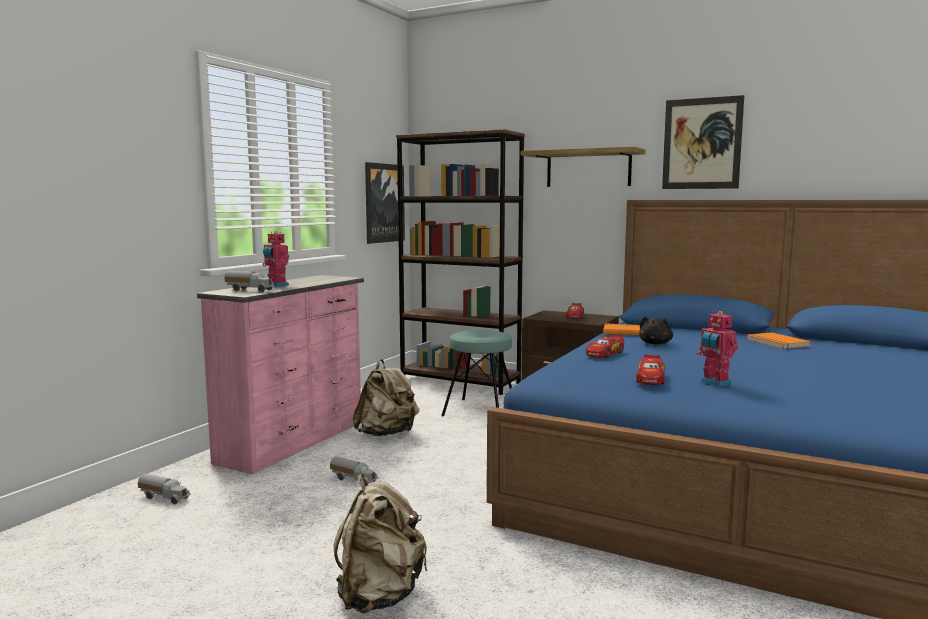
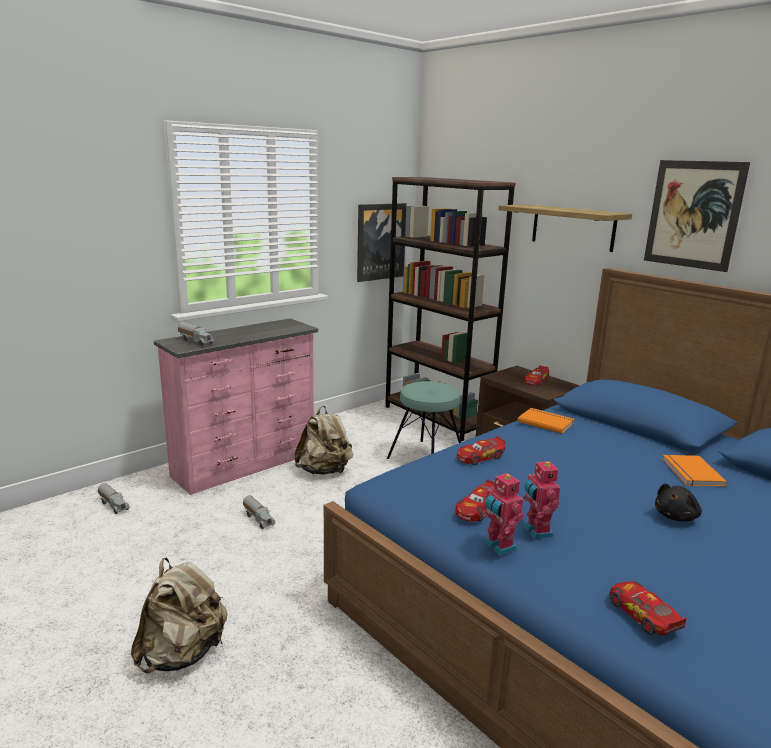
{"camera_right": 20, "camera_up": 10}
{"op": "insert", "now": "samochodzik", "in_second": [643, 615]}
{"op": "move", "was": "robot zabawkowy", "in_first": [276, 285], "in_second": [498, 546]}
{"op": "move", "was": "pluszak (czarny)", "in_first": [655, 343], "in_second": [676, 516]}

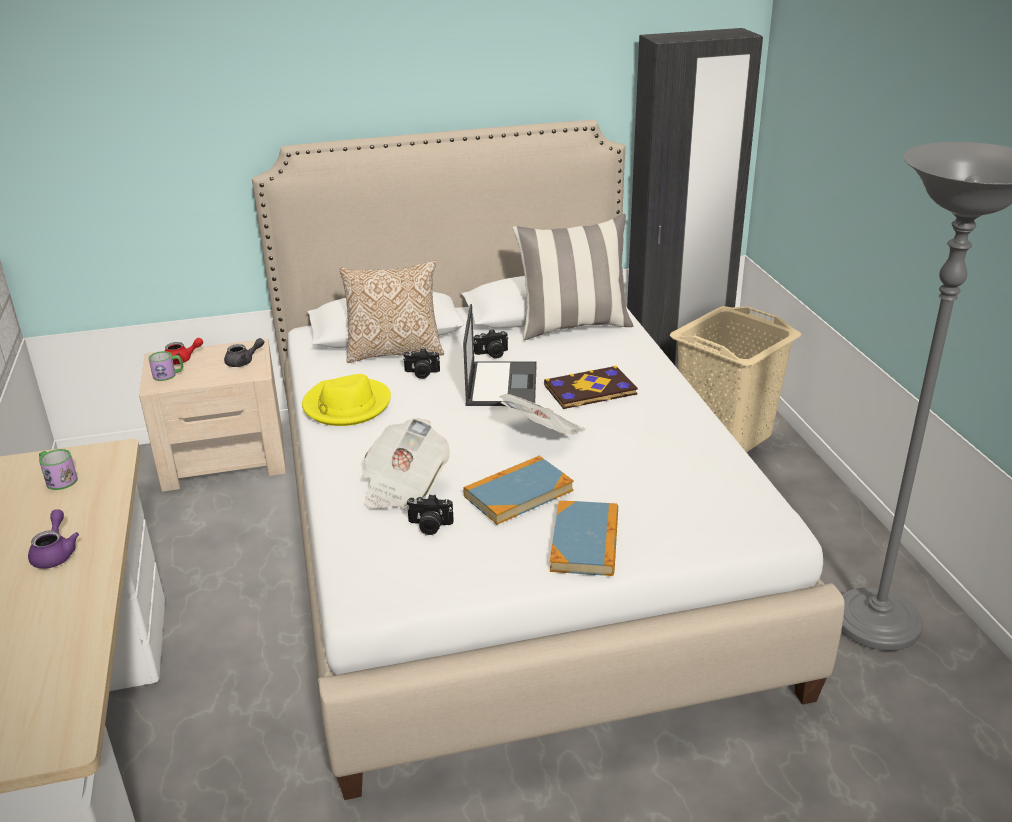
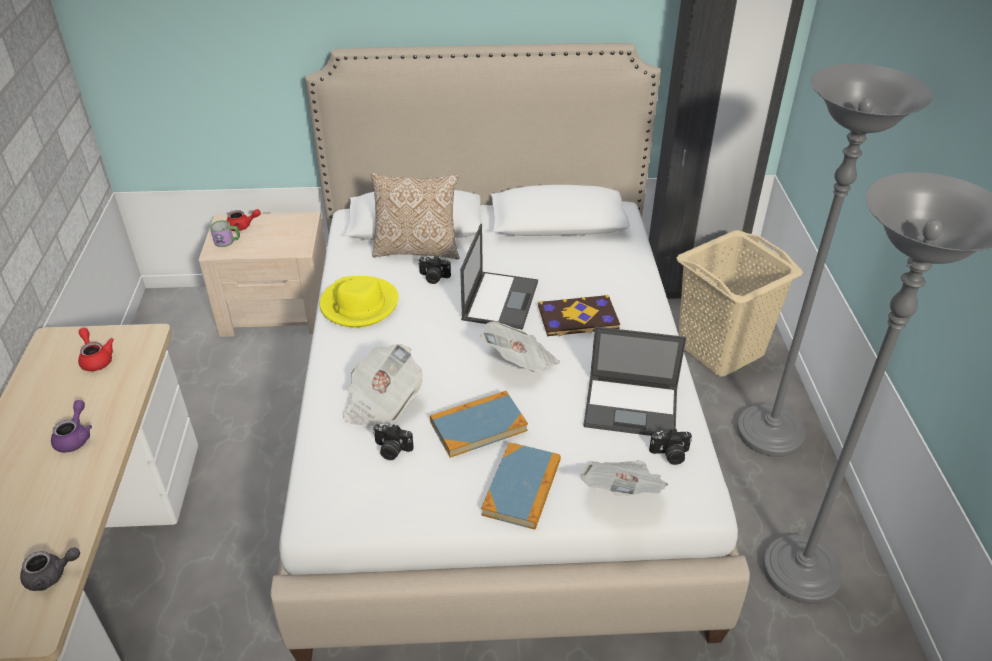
{"camera_right": 10, "camera_up": 10}
{"op": "delete", "was": "poduszka", "in_first": [573, 326]}
{"op": "insert", "now": "gazeta", "in_second": [622, 491]}
{"op": "insert", "now": "laptop", "in_second": [632, 407]}
{"op": "insert", "now": "lampa stojąca (szary)", "in_second": [769, 434]}
{"op": "move", "was": "imbryk (szary)", "in_first": [243, 362], "in_second": [51, 575]}
{"op": "move", "was": "aparat fotograficzny", "in_first": [492, 354], "in_second": [670, 455]}
{"op": "replace", "was": "kubek", "now": "imbryk (czerwony)", "in_first": [58, 479], "in_second": [96, 359]}

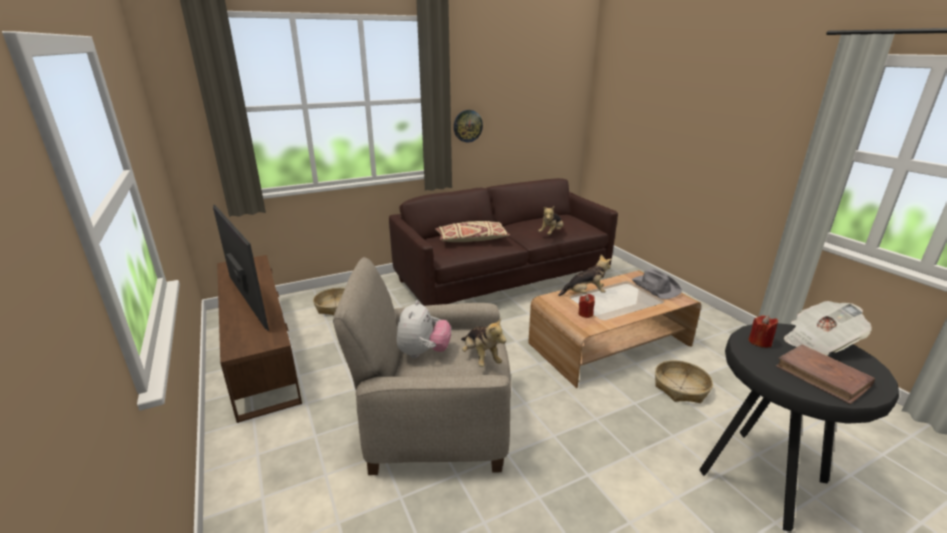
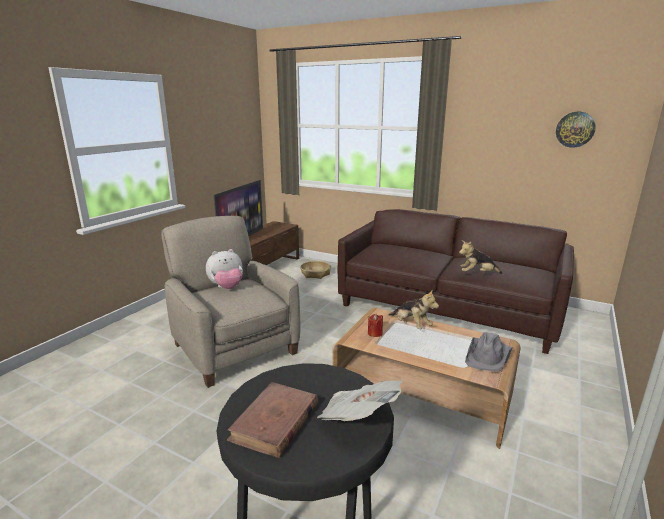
{"camera_right": 55, "camera_up": -5}
{"op": "delete", "was": "poduszka (beżowy)", "in_first": [471, 239]}
{"op": "delete", "was": "pluszak", "in_first": [480, 357]}
{"op": "delete", "was": "koszyk", "in_first": [681, 388]}
{"op": "delete", "was": "świeca (czerwony)", "in_first": [759, 342]}
{"op": "move", "was": "zegar ścienny", "in_first": [467, 126], "in_second": [575, 129]}

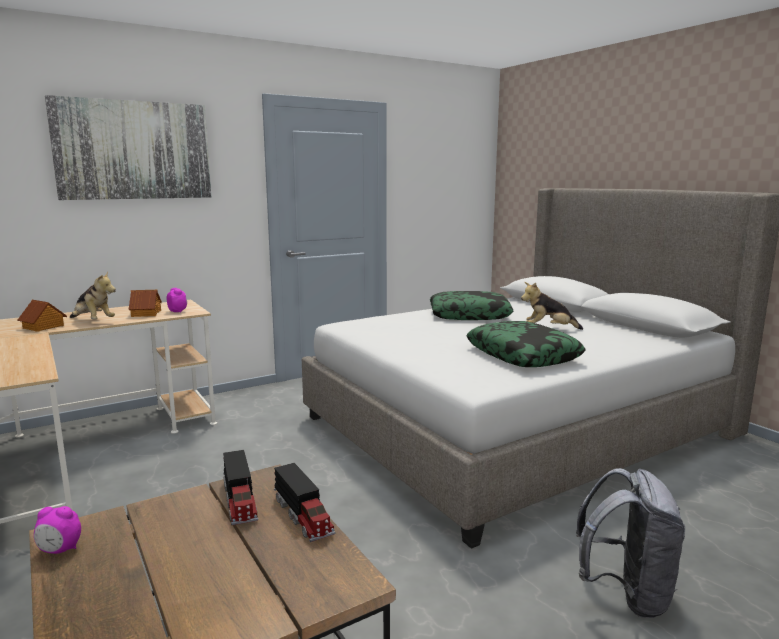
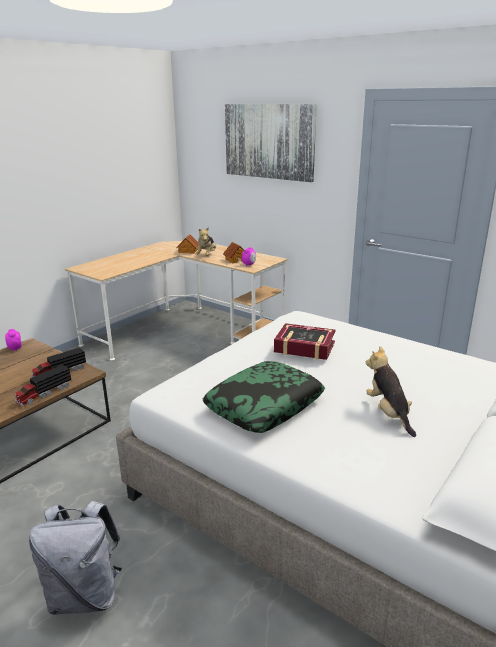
{"camera_right": 70, "camera_up": 10}
{"op": "delete", "was": "poduszka", "in_first": [469, 315]}
{"op": "insert", "now": "książka", "in_second": [304, 347]}

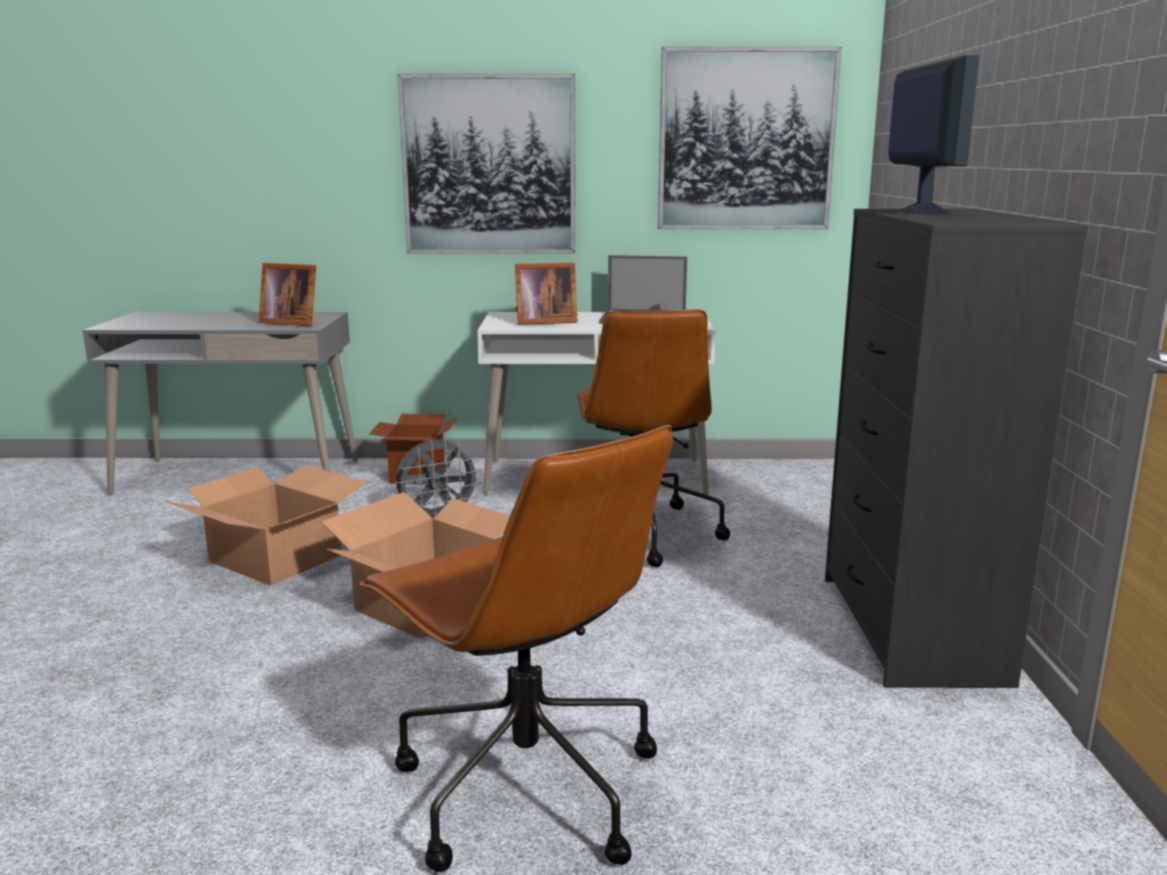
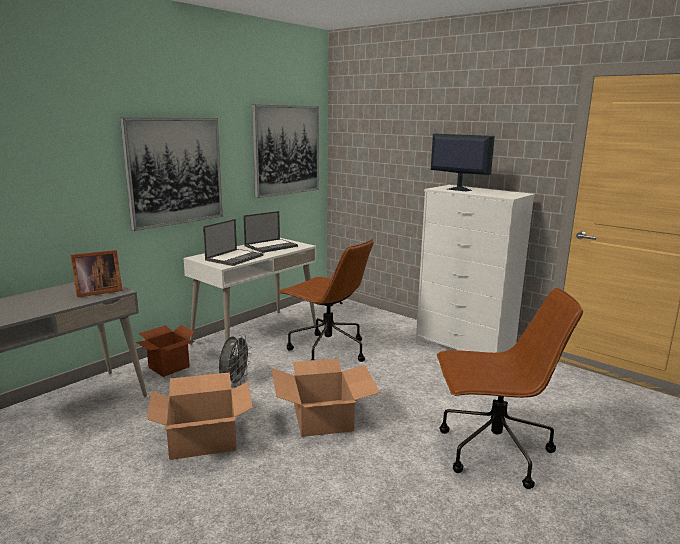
{"camera_right": -50, "camera_up": 0}
{"op": "replace", "was": "ramka na zdjęcie", "now": "laptop", "in_first": [543, 322], "in_second": [234, 257]}
{"op": "recolor", "was": "komoda (czarny)", "now": "komoda (biały)", "in_first": [911, 629], "in_second": [465, 347]}

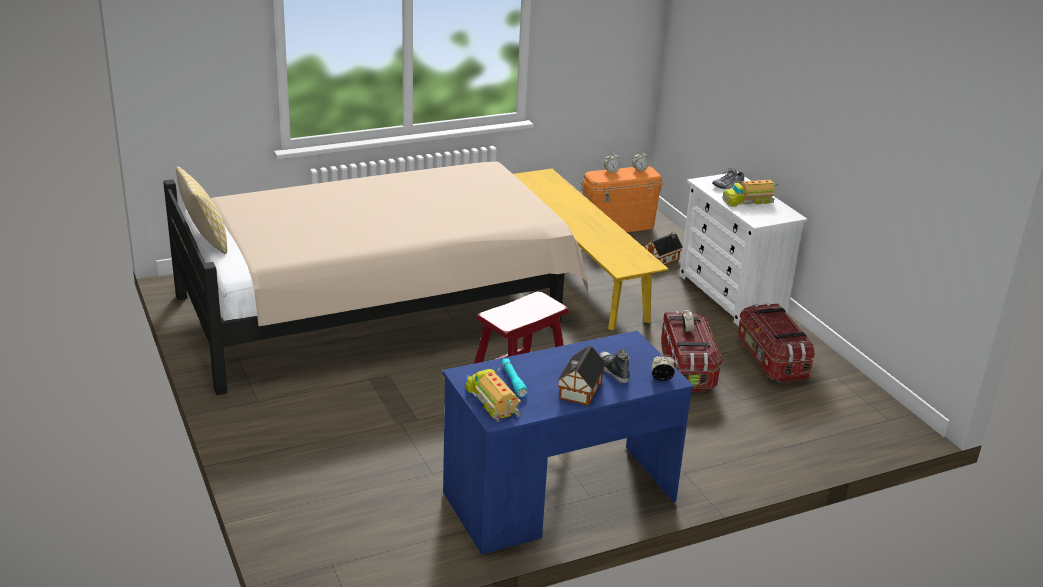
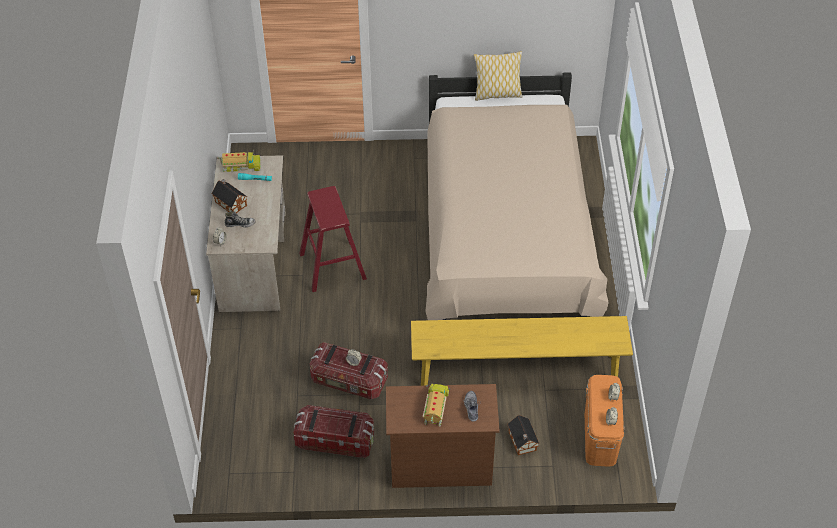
{"camera_right": 115, "camera_up": 20}
{"op": "recolor", "was": "biurko (niebieski)", "now": "biurko (beżowy)", "in_first": [559, 497], "in_second": [253, 262]}
{"op": "recolor", "was": "komoda (biały)", "now": "komoda (brązowy)", "in_first": [731, 295], "in_second": [440, 464]}

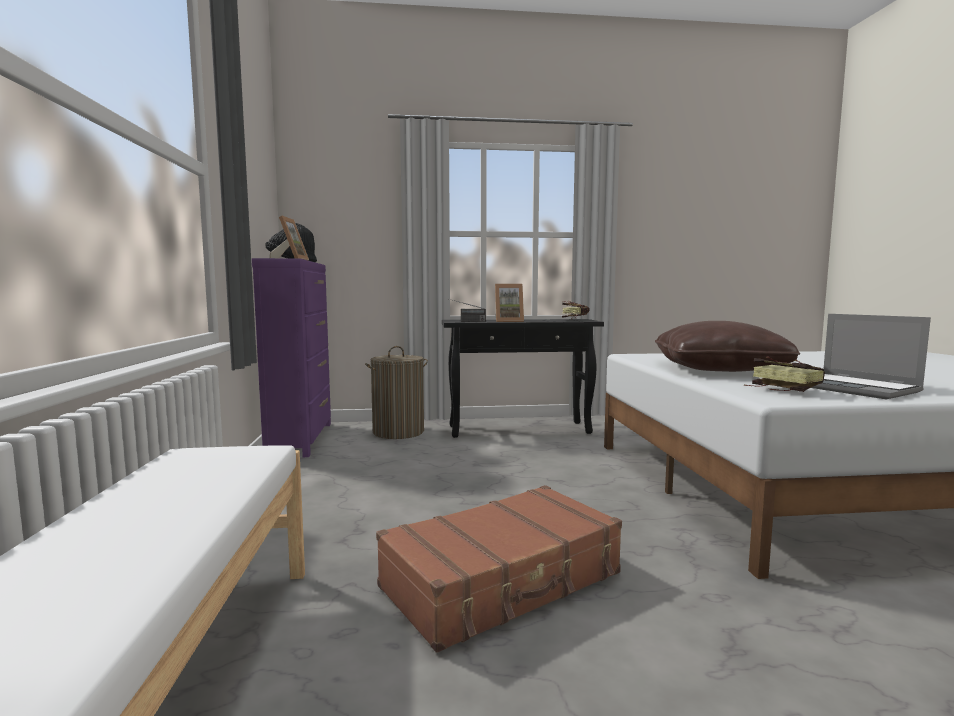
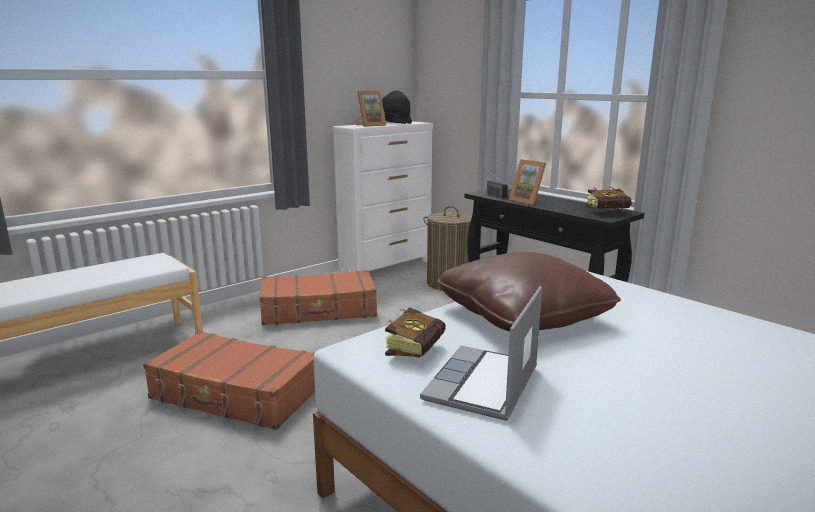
{"camera_right": 55, "camera_up": 10}
{"op": "insert", "now": "walizka (brązowy)", "in_second": [319, 310]}
{"op": "recolor", "was": "komoda (fioletowy)", "now": "komoda (biały)", "in_first": [301, 439], "in_second": [386, 266]}

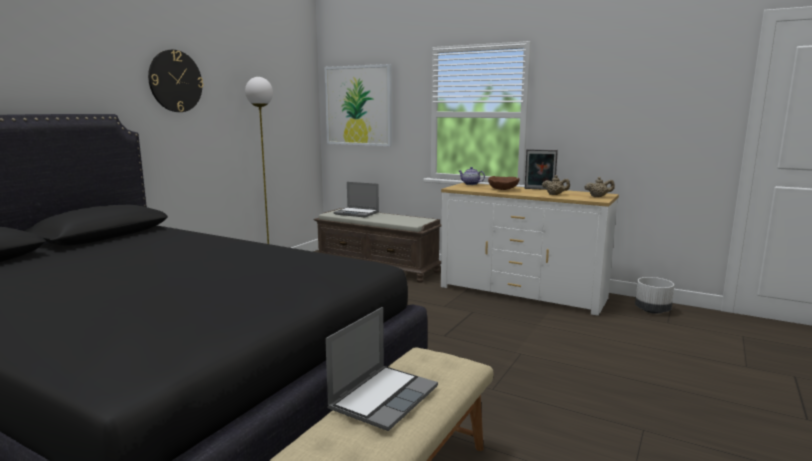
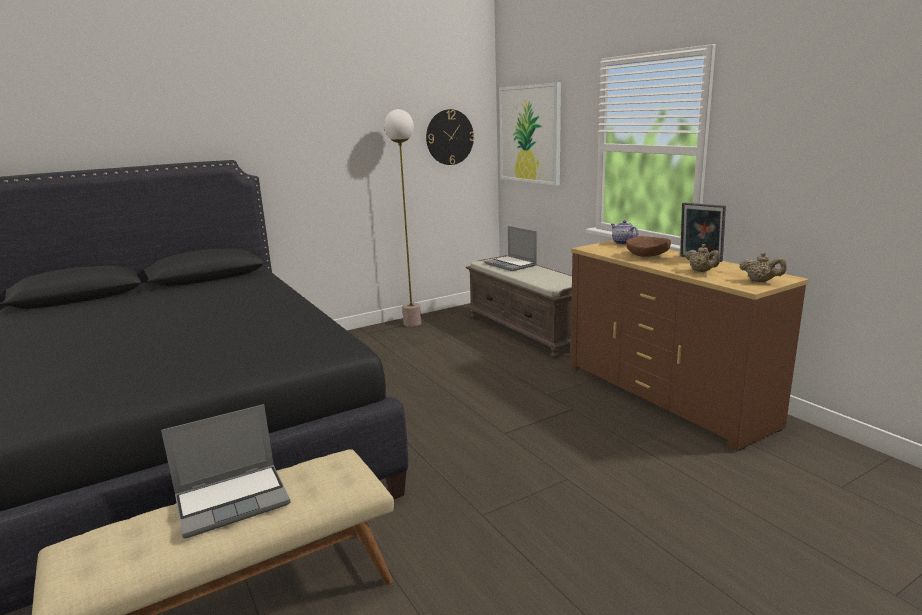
{"camera_right": 30, "camera_up": 5}
{"op": "delete", "was": "donica (biały)", "in_first": [652, 311]}
{"op": "move", "was": "zegar ścienny", "in_first": [175, 81], "in_second": [449, 137]}
{"op": "recolor", "was": "komoda (biały)", "now": "komoda (brązowy)", "in_first": [522, 293], "in_second": [666, 395]}

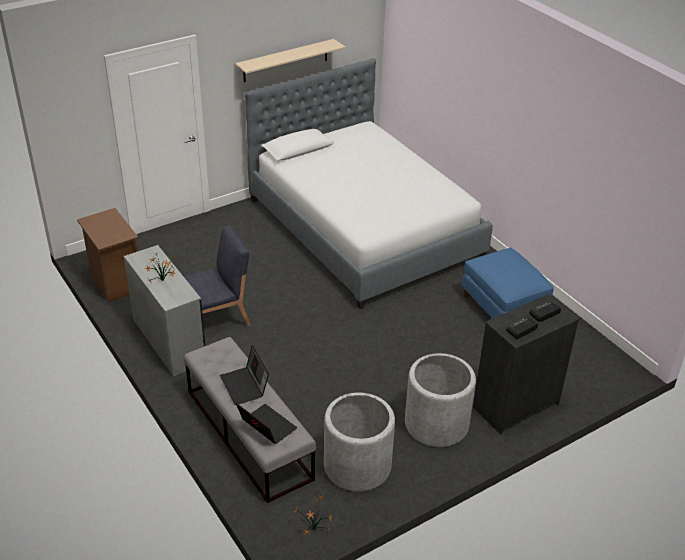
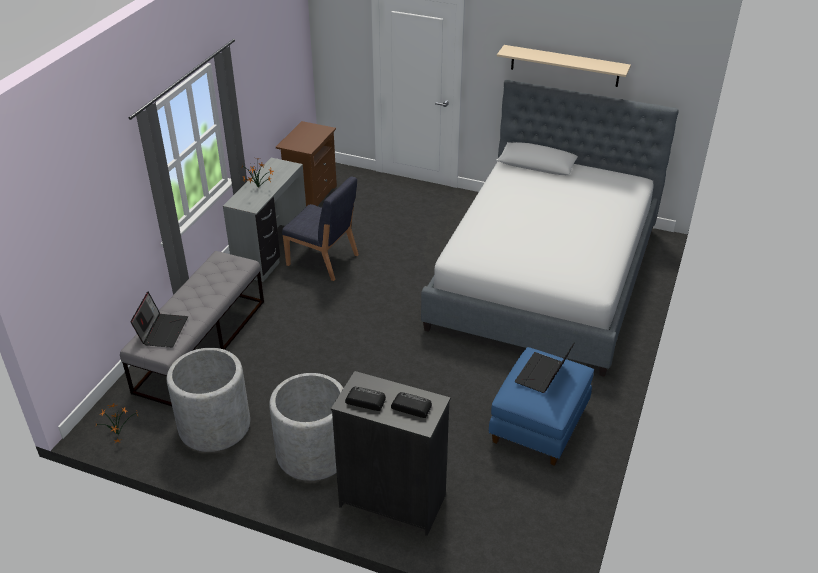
{"camera_right": 55, "camera_up": 0}
{"op": "move", "was": "laptop", "in_first": [245, 386], "in_second": [543, 375]}

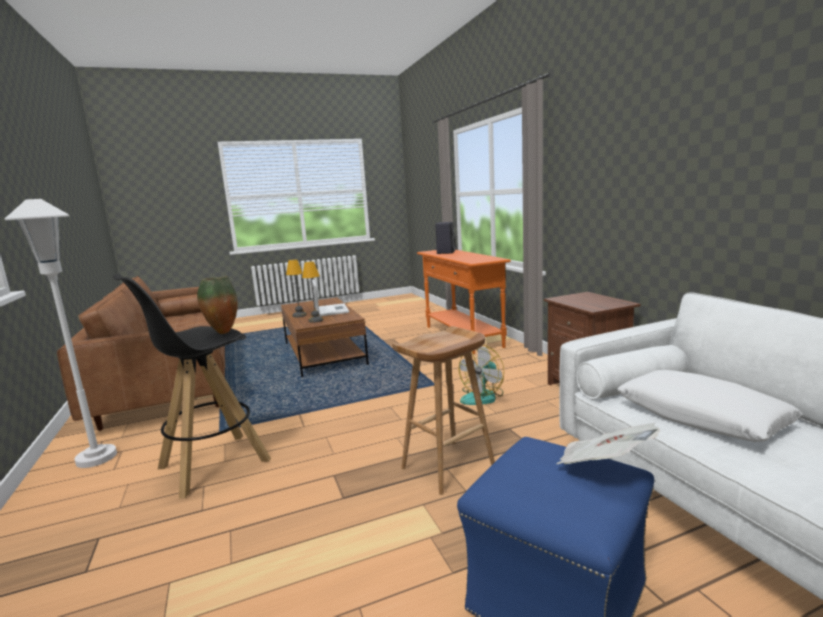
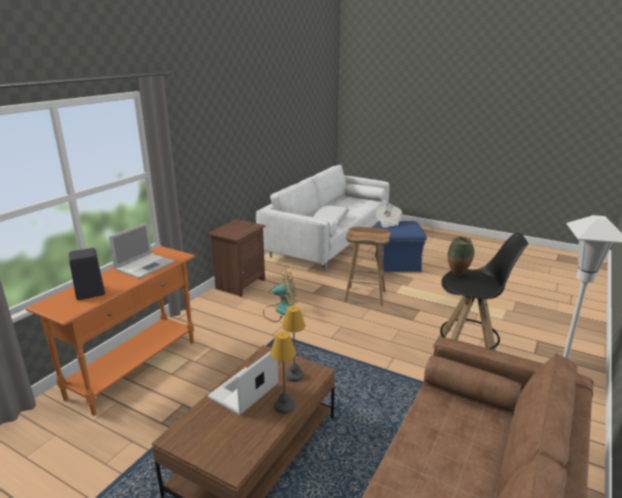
{"camera_right": -130, "camera_up": 10}
{"op": "insert", "now": "laptop", "in_second": [145, 265]}

